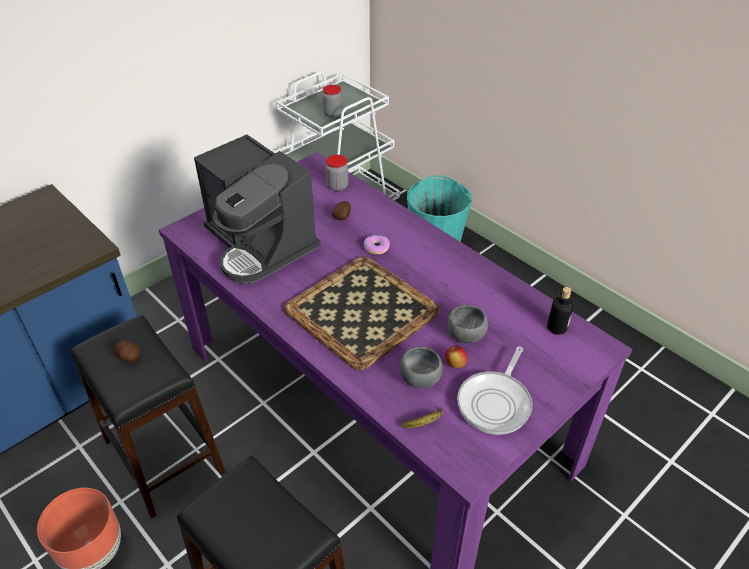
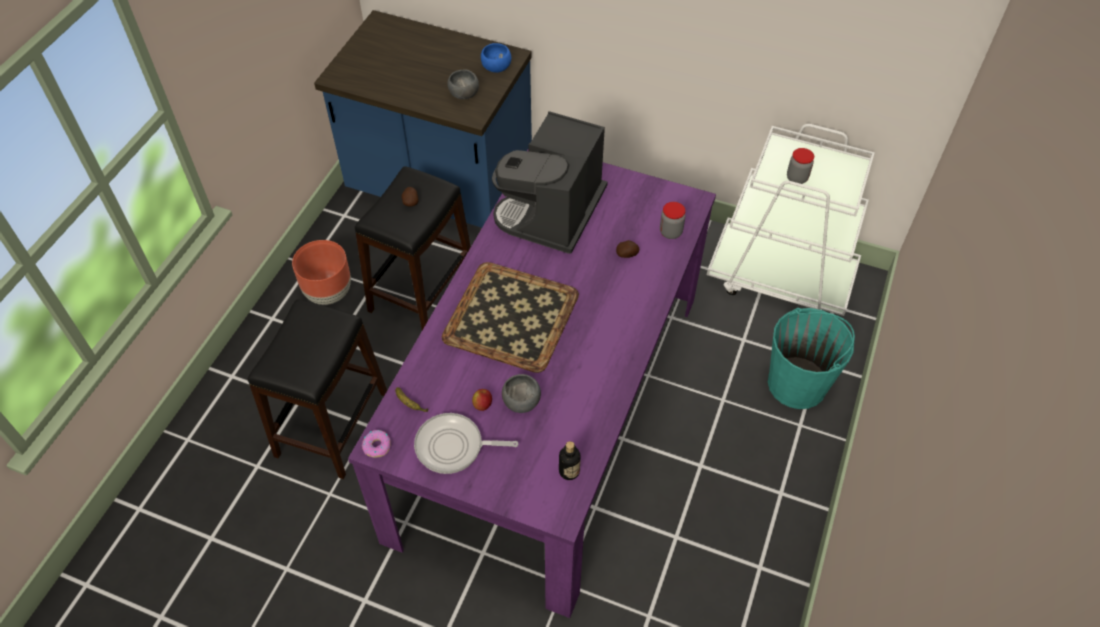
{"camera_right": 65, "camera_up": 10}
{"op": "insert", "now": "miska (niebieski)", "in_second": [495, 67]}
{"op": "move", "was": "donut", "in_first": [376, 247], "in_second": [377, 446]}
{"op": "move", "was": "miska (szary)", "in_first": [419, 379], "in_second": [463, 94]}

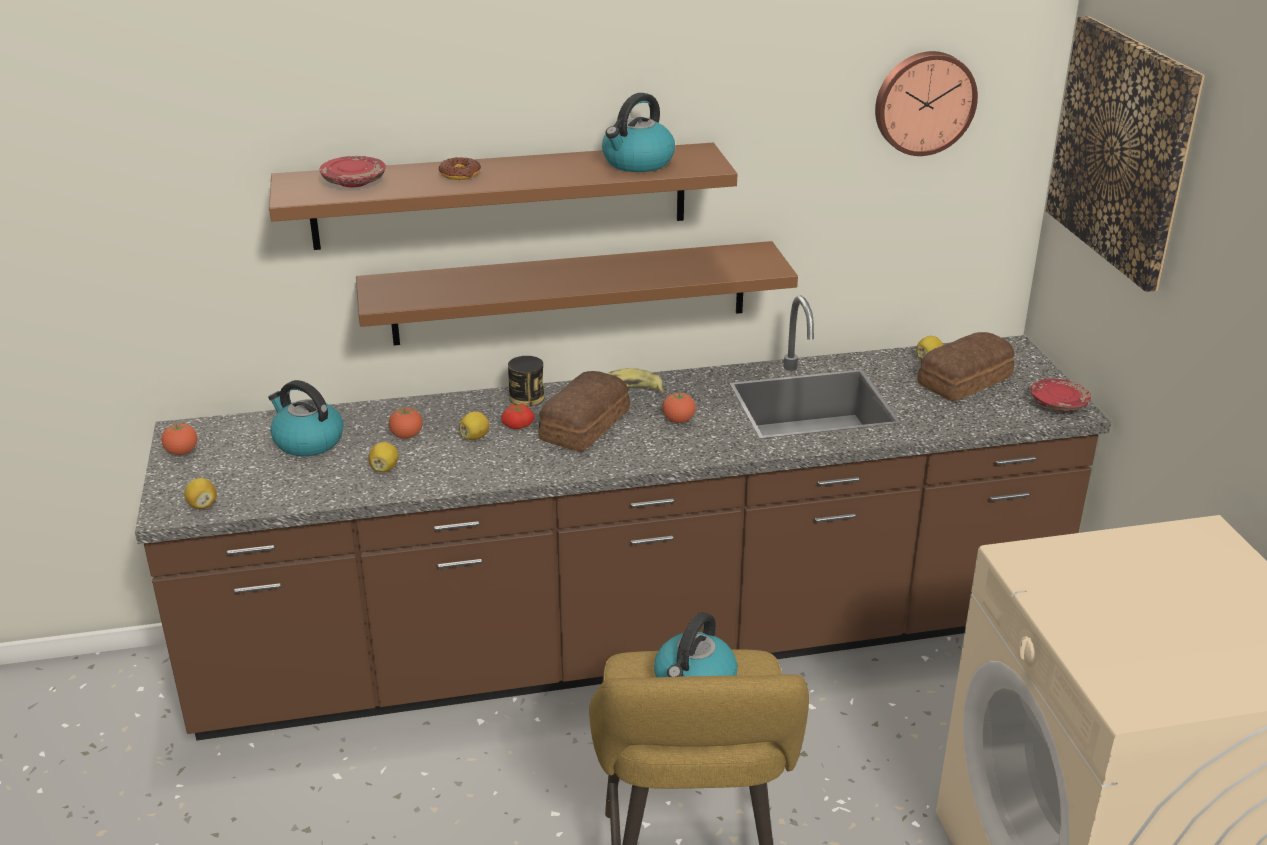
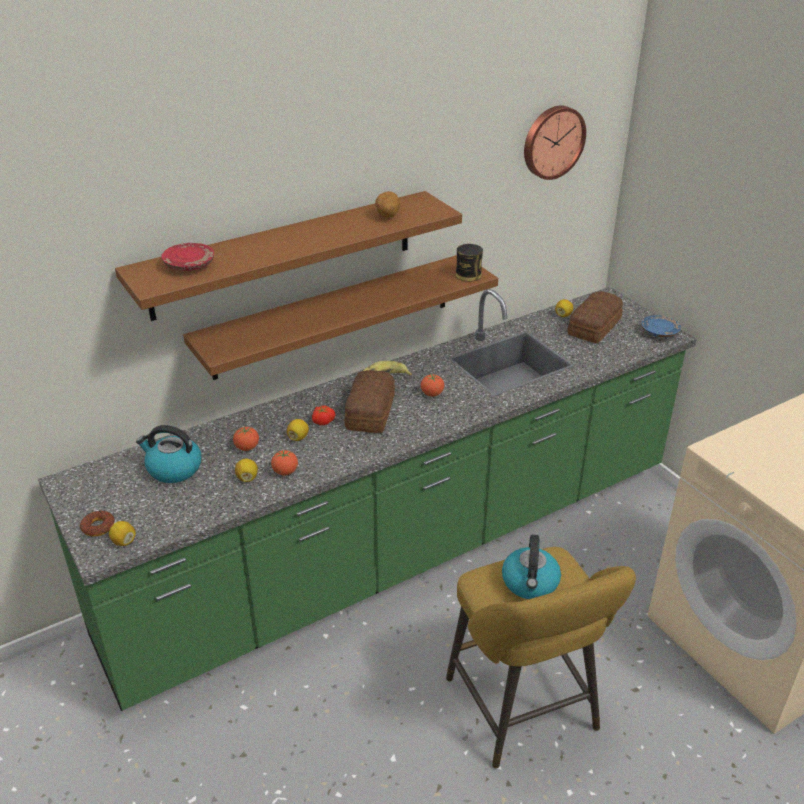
{"camera_right": -20, "camera_up": 5}
{"op": "delete", "was": "obraz", "in_first": [1122, 149]}
{"op": "move", "was": "pomidor", "in_first": [182, 452], "in_second": [285, 472]}
{"op": "move", "was": "donut", "in_first": [460, 174], "in_second": [98, 527]}
{"op": "move", "was": "puszka", "in_first": [527, 397], "in_second": [468, 275]}
{"op": "replace", "was": "czajnik", "now": "ziemniak", "in_first": [637, 163], "in_second": [387, 216]}
{"op": "recolor", "was": "zabudowa kuchenna (brązowy)", "now": "zabudowa kuchenna (zielony)", "in_first": [633, 645], "in_second": [402, 551]}
{"op": "recolor", "was": "talerz (czerwony)", "now": "talerz (niebieski)", "in_first": [1058, 404], "in_second": [659, 332]}

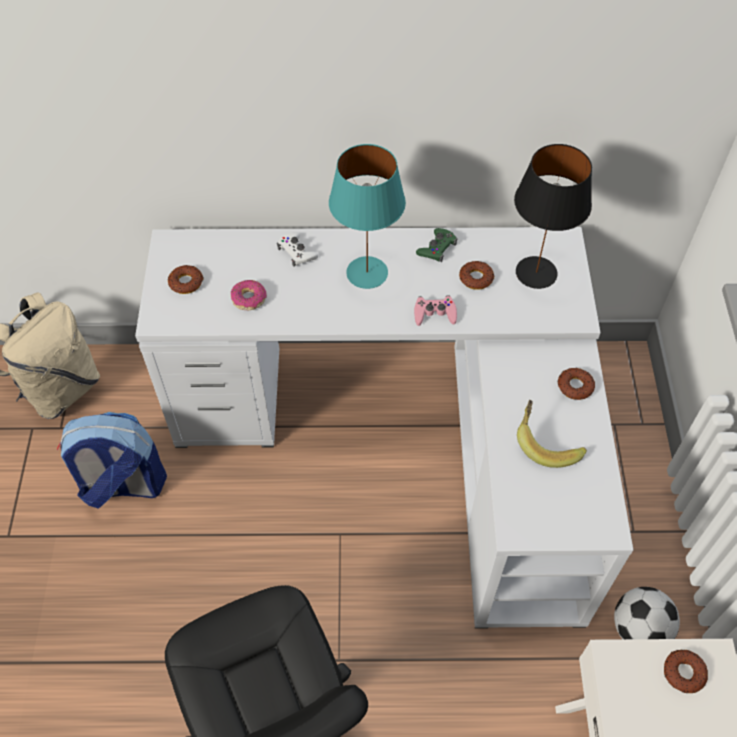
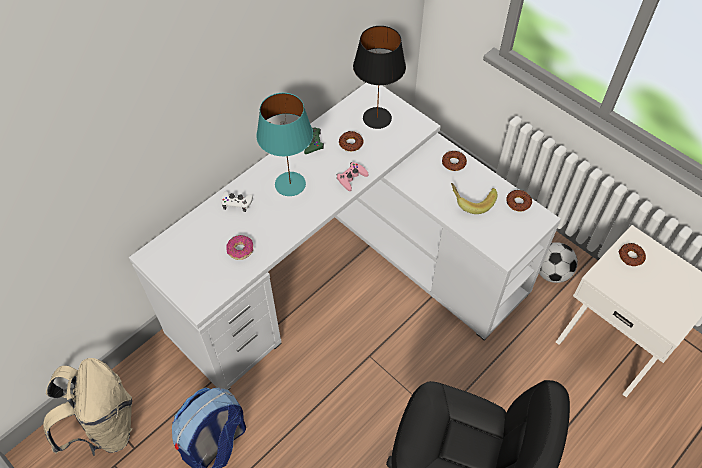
{"camera_right": -45, "camera_up": 0}
{"op": "move", "was": "donut", "in_first": [186, 282], "in_second": [518, 202]}

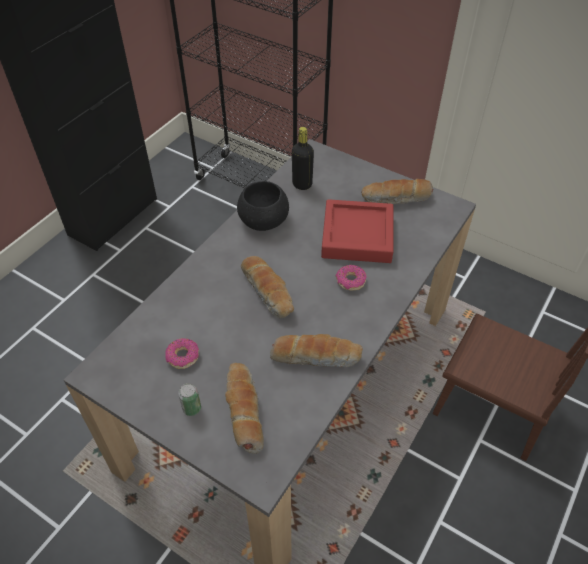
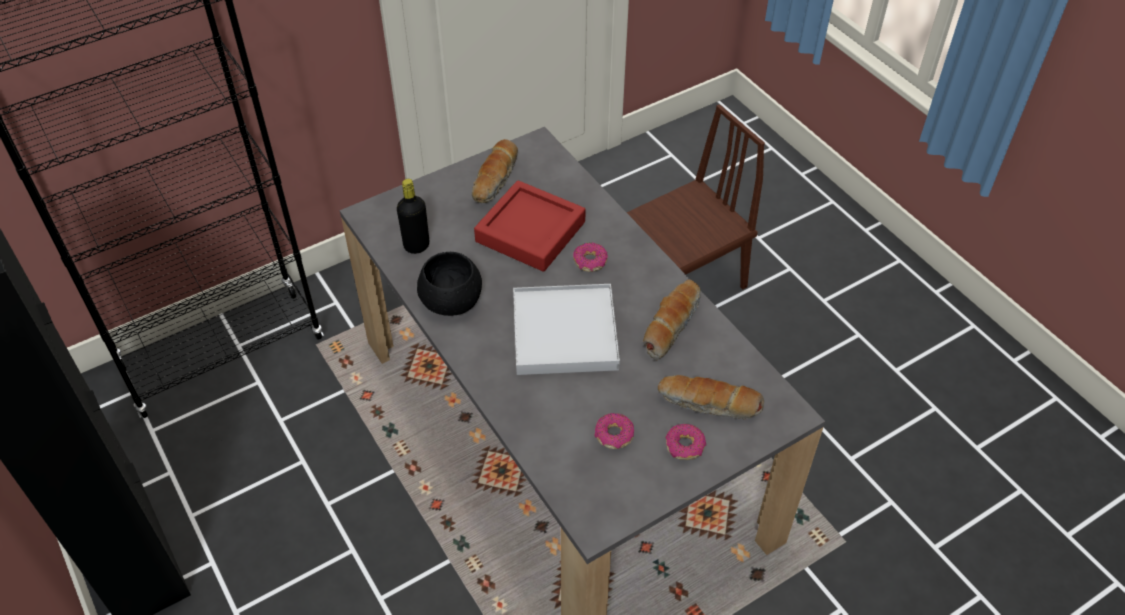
{"camera_right": -65, "camera_up": 0}
{"op": "replace", "was": "puszka", "now": "donut", "in_first": [191, 408], "in_second": [685, 446]}
{"op": "replace", "was": "chleb", "now": "taca (biały)", "in_first": [268, 292], "in_second": [565, 332]}

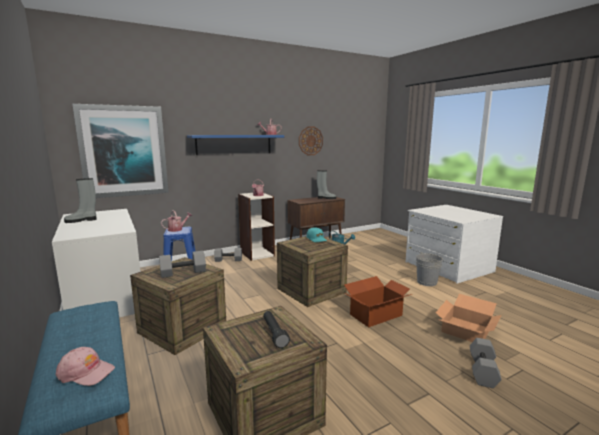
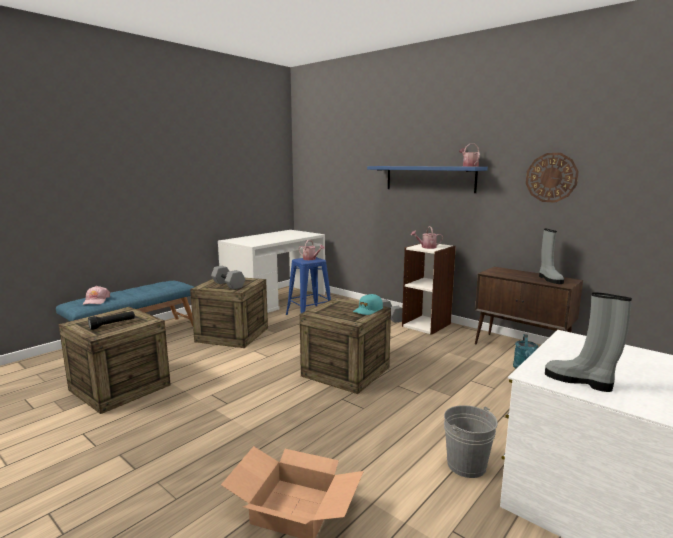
{"camera_right": 70, "camera_up": 0}
{"op": "delete", "was": "obraz", "in_first": [123, 151]}
{"op": "delete", "was": "karton", "in_first": [375, 315]}
{"op": "delete", "was": "hantel (szary)", "in_first": [484, 371]}
{"op": "move", "was": "but z cholewką (szary)", "in_first": [82, 220], "in_second": [580, 381]}

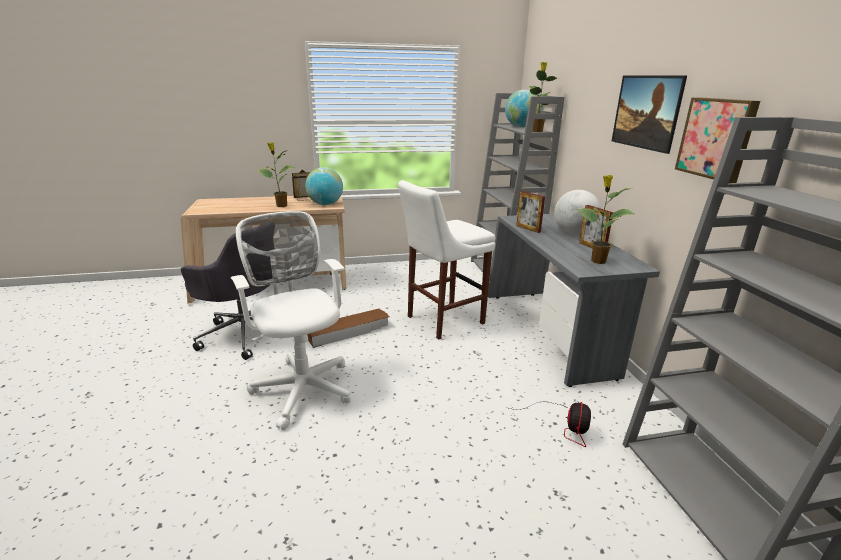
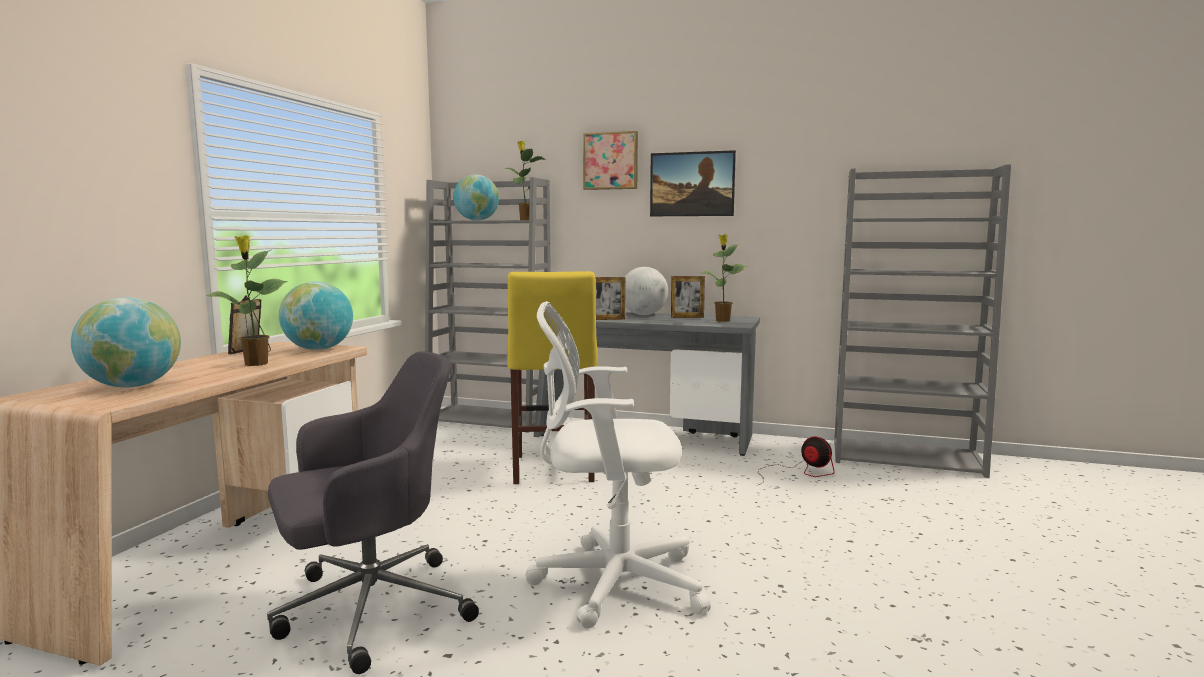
{"camera_right": -60, "camera_up": -15}
{"op": "delete", "was": "pojemnik do przechowywania (brązowy)", "in_first": [348, 331]}
{"op": "insert", "now": "globus", "in_second": [132, 386]}
{"op": "move", "was": "obraz", "in_first": [717, 138], "in_second": [611, 161]}
{"op": "recolor", "was": "stołek (biały)", "now": "stołek (żółty)", "in_first": [442, 320], "in_second": [553, 470]}

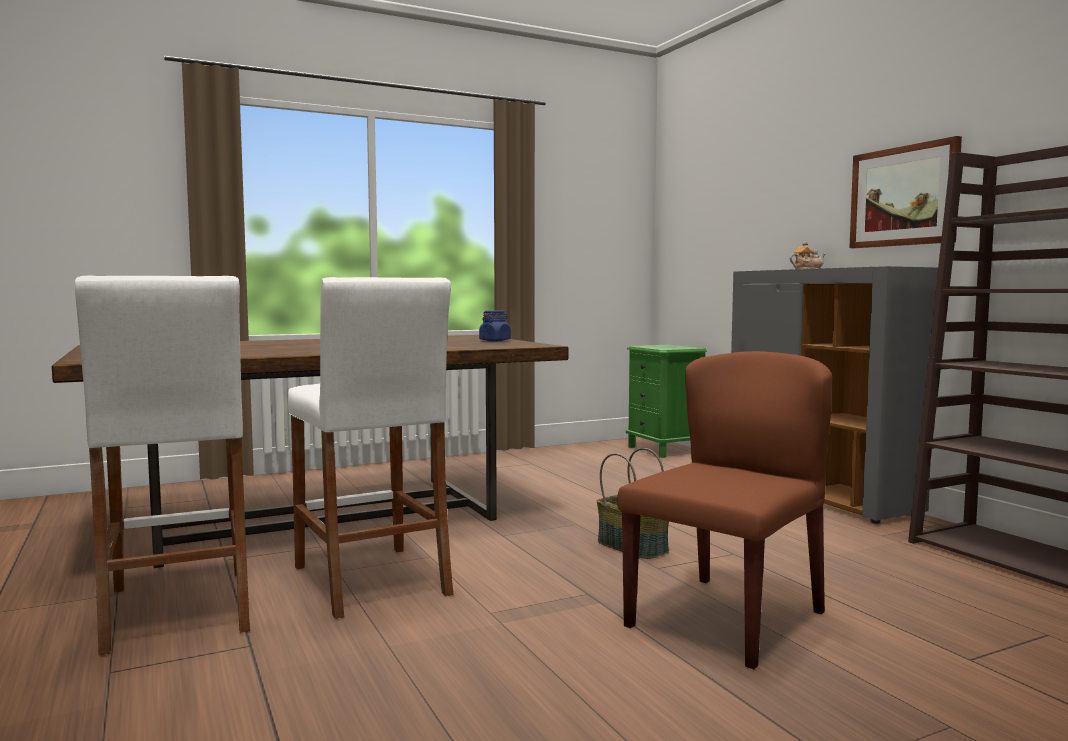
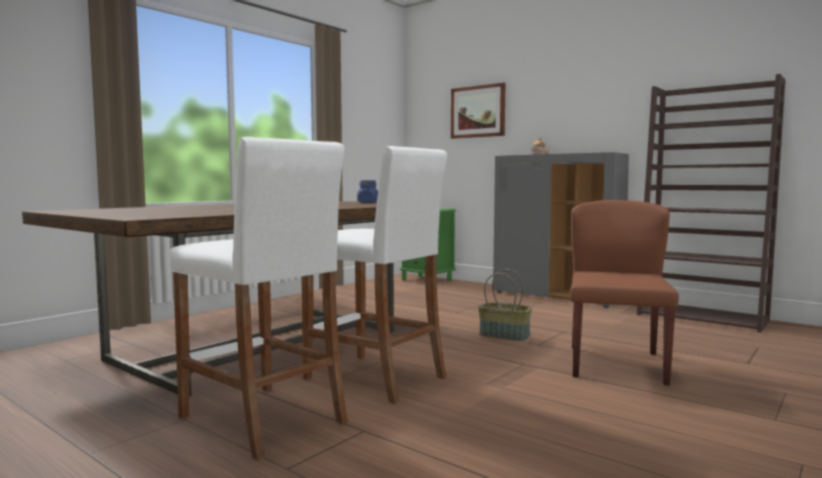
{"camera_right": -25, "camera_up": 0}
{"op": "move", "was": "obraz", "in_first": [903, 196], "in_second": [478, 111]}

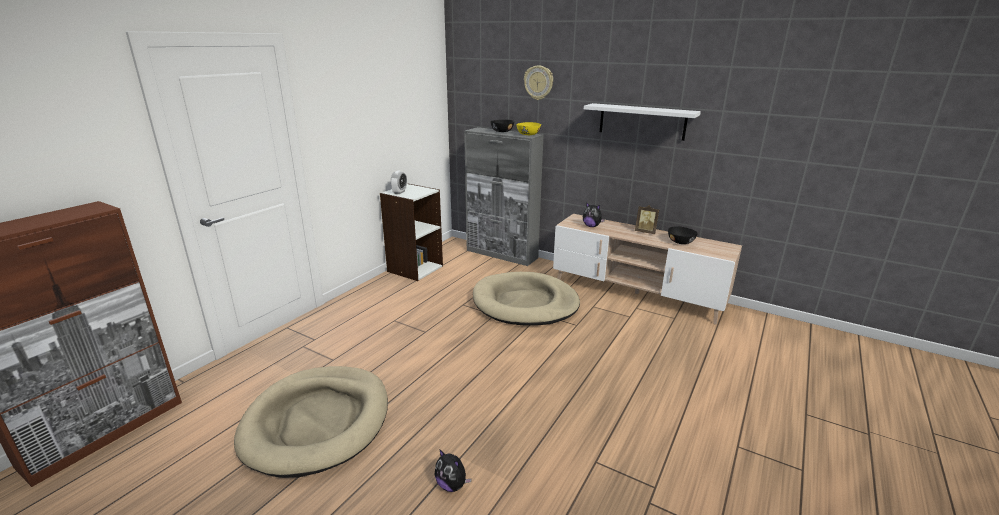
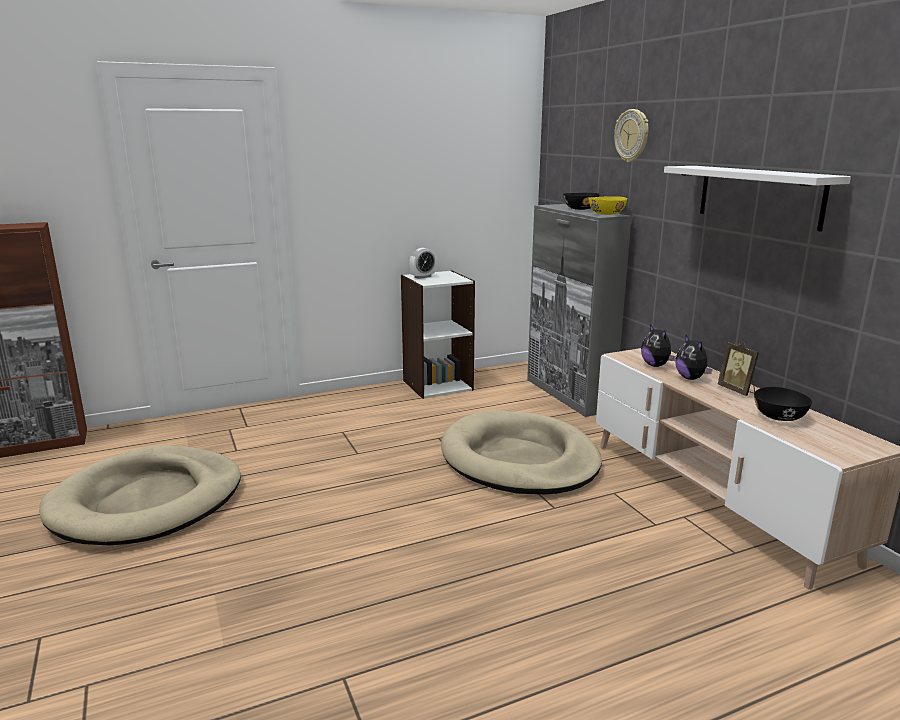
{"camera_right": 35, "camera_up": -5}
{"op": "move", "was": "pluszak", "in_first": [452, 485], "in_second": [691, 378]}

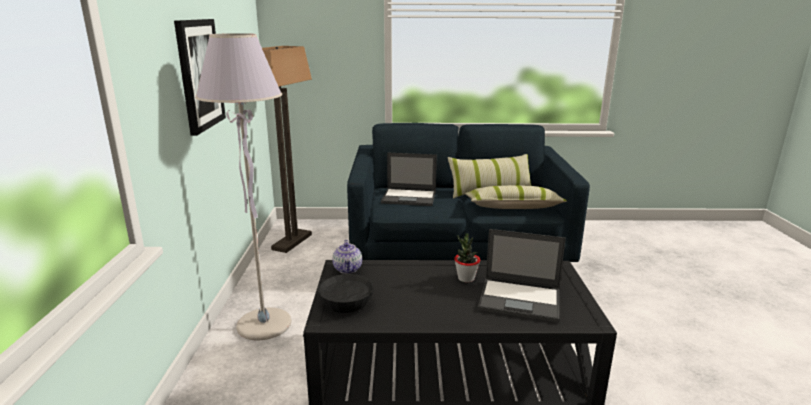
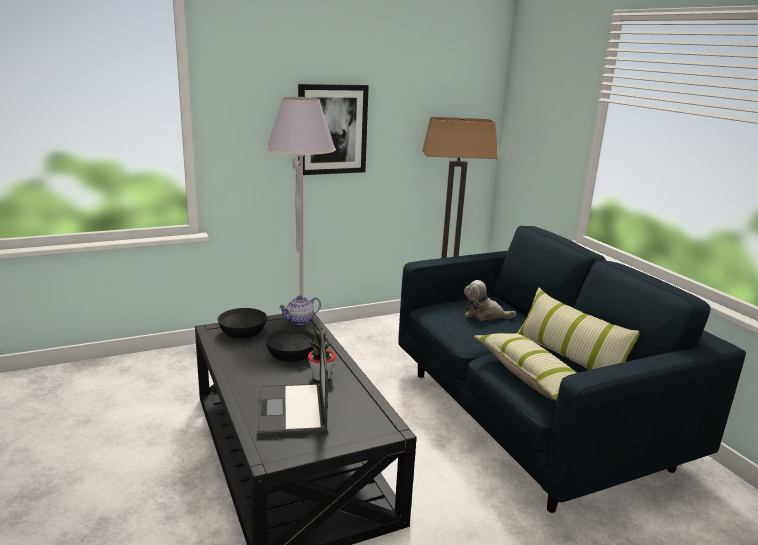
{"camera_right": 65, "camera_up": 0}
{"op": "insert", "now": "miska (czarny)", "in_second": [290, 353]}
{"op": "replace", "was": "laptop", "now": "pluszak", "in_first": [410, 197], "in_second": [484, 315]}

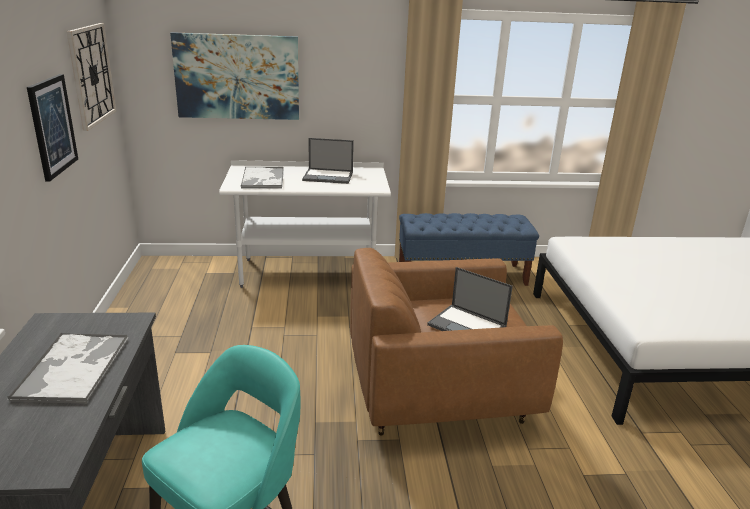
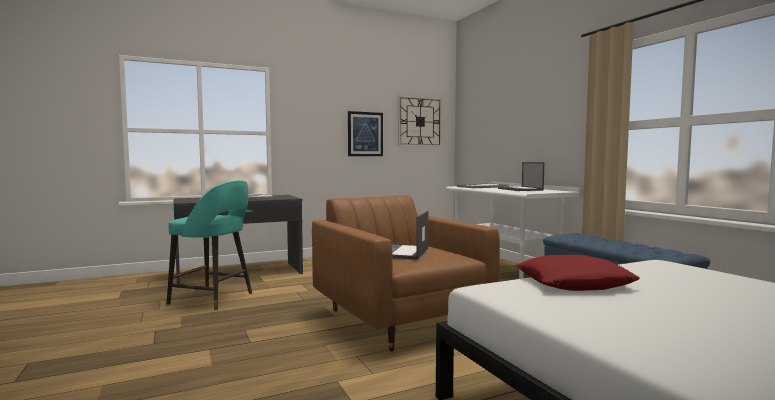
{"camera_right": 70, "camera_up": -20}
{"op": "delete", "was": "obraz", "in_first": [237, 77]}
{"op": "insert", "now": "poduszka (czerwony)", "in_second": [573, 283]}

